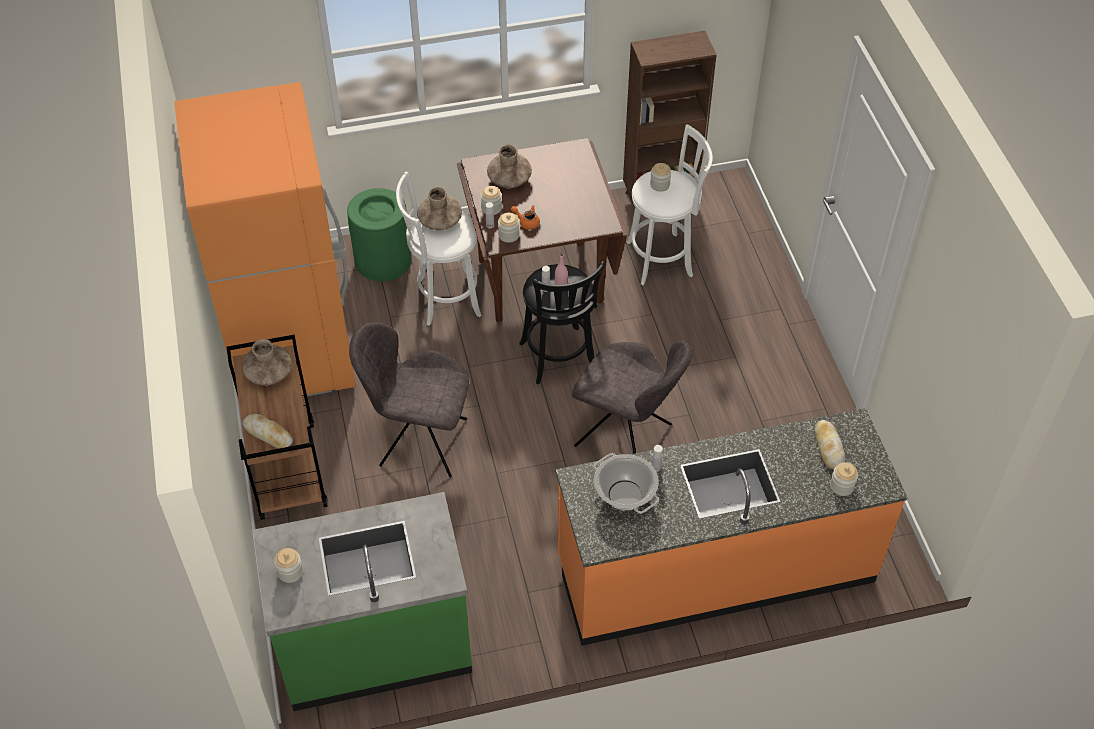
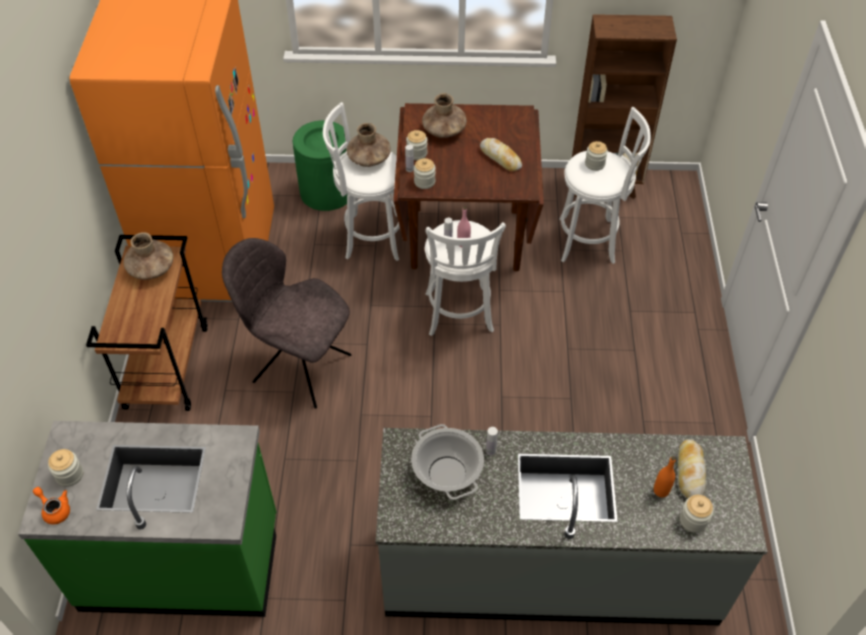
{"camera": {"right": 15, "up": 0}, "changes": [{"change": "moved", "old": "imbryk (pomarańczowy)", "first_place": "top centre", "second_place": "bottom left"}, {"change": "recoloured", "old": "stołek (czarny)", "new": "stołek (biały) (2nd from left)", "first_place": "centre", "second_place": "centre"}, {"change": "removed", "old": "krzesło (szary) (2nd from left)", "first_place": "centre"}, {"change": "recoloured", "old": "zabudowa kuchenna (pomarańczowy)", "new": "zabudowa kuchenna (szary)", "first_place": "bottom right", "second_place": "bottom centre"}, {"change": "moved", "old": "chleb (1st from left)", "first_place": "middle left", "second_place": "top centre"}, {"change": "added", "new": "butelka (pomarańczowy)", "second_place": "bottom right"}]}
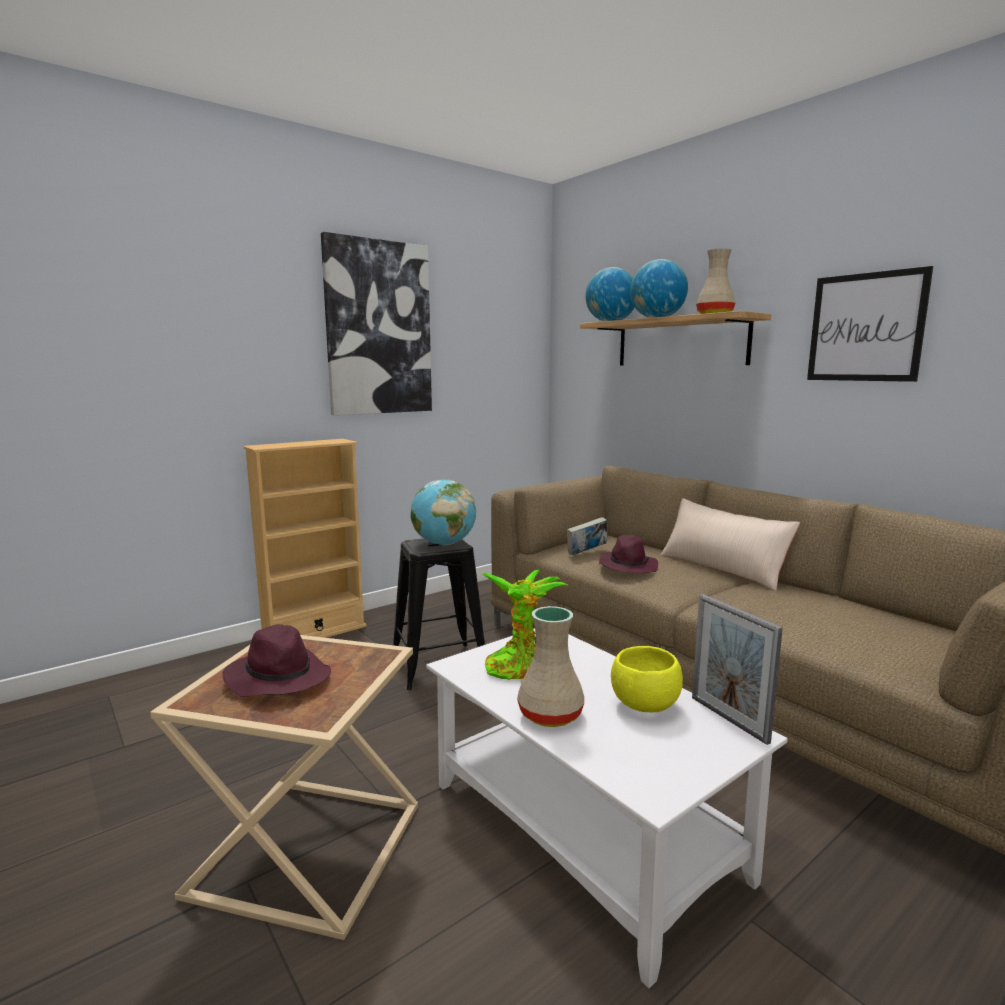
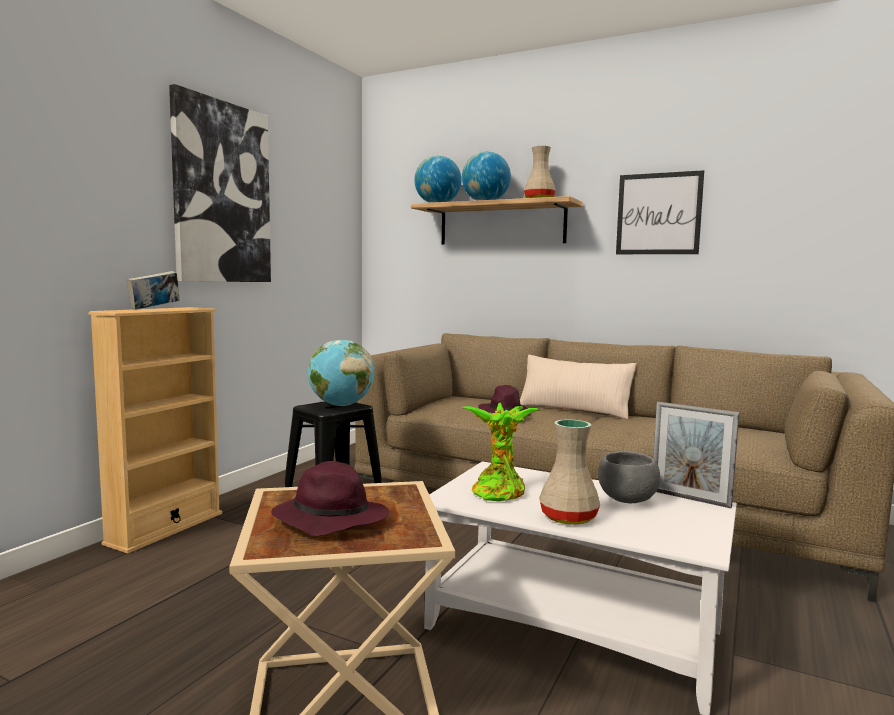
{"camera": {"right": -25, "up": -5}, "changes": [{"change": "moved", "old": "książka", "first_place": "centre", "second_place": "middle left"}, {"change": "recoloured", "old": "miska (żółty)", "new": "miska (szary)", "first_place": "bottom centre", "second_place": "bottom right"}]}
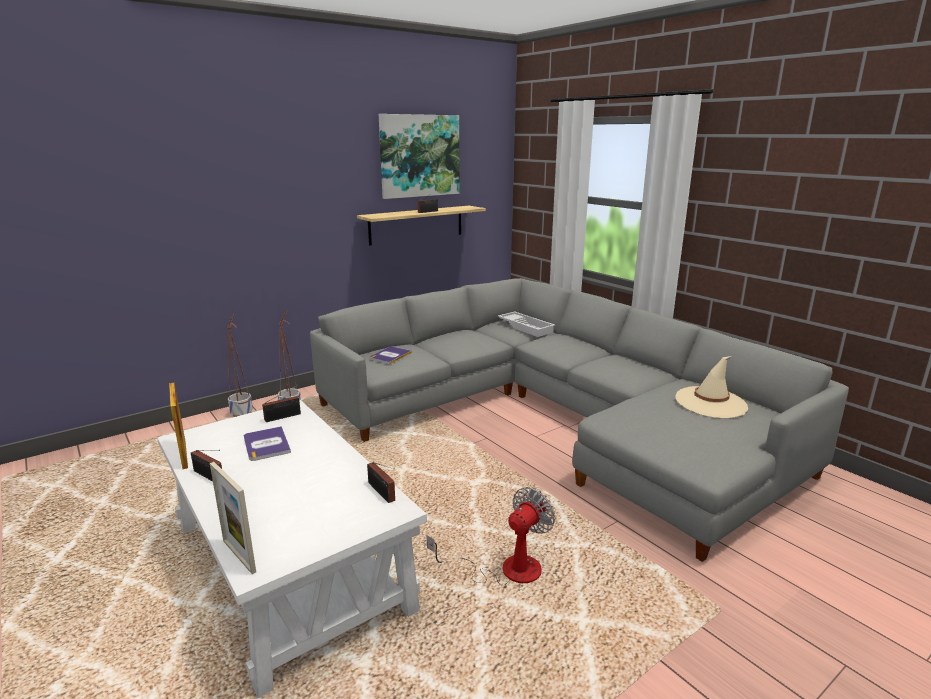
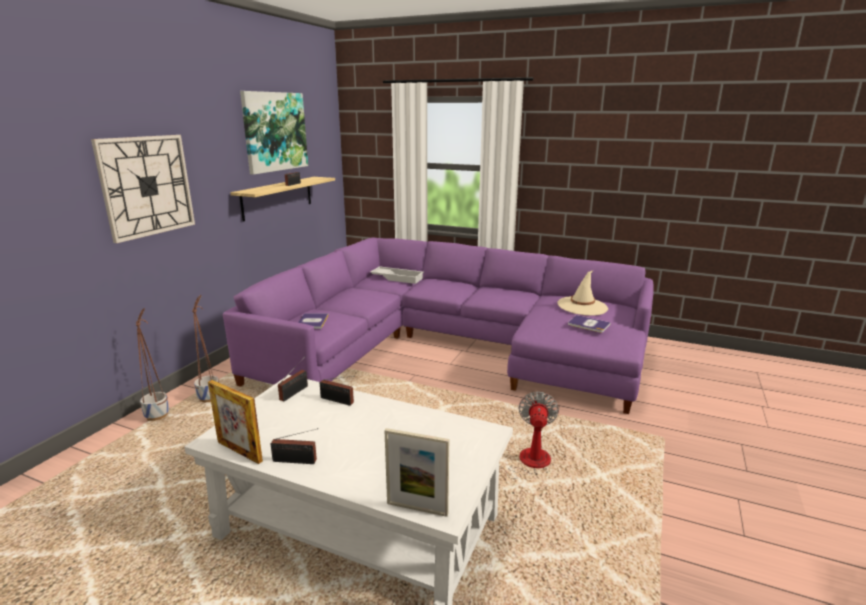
{"camera": {"right": -30, "up": 0}, "changes": [{"change": "recoloured", "old": "kanapa (szary)", "new": "kanapa (fioletowy)", "first_place": "centre", "second_place": "centre"}, {"change": "moved", "old": "książka (1st from left in the first image)", "new": "książka (2nd from left)", "first_place": "middle left", "second_place": "middle right"}, {"change": "moved", "old": "radio (3rd from left in the first image)", "new": "radio (4th from left)", "first_place": "bottom centre", "second_place": "centre"}, {"change": "added", "new": "zegar ścienny", "second_place": "top left"}]}
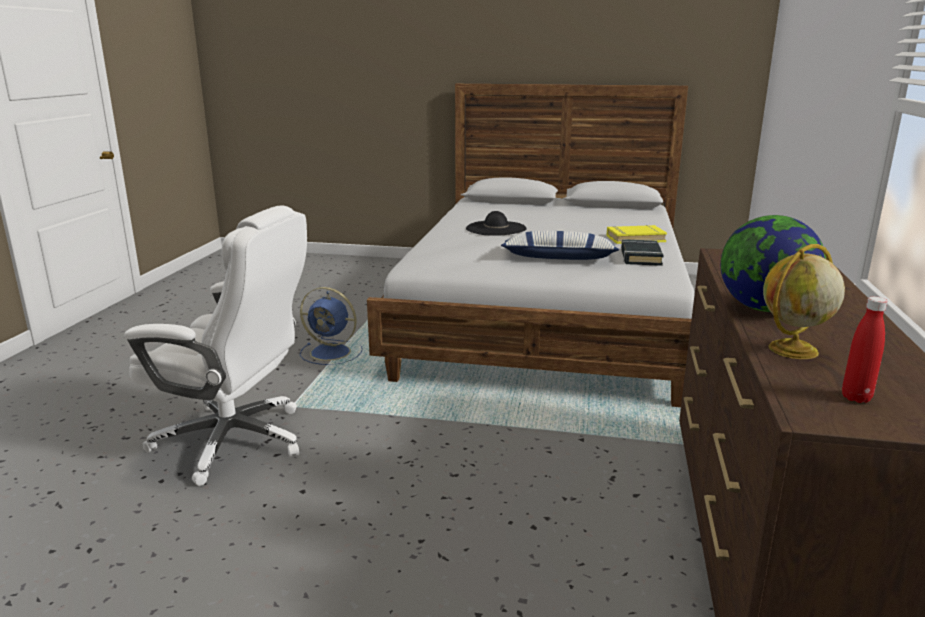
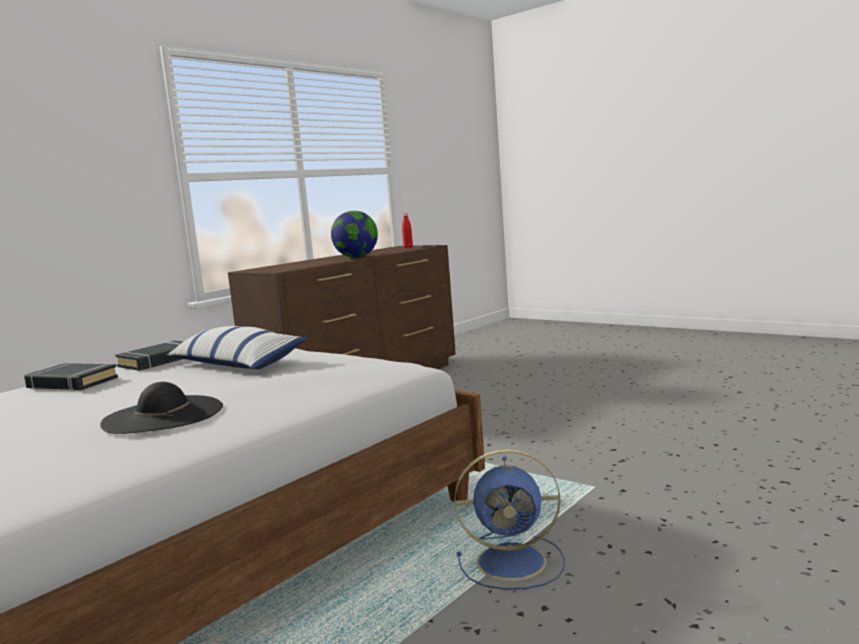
{"camera": {"right": -150, "up": -10}, "changes": [{"change": "removed", "old": "krzesło biurowe (biały)", "first_place": "middle left"}, {"change": "recoloured", "old": "książka (żółty)", "new": "książka (czarny) (1st from left)", "first_place": "middle right", "second_place": "middle left"}, {"change": "removed", "old": "globus (2nd from left)", "first_place": "middle right"}, {"change": "turned", "old": "wentylator (niebieski)", "first_place": "centre", "second_place": "bottom centre", "degrees": 135}]}
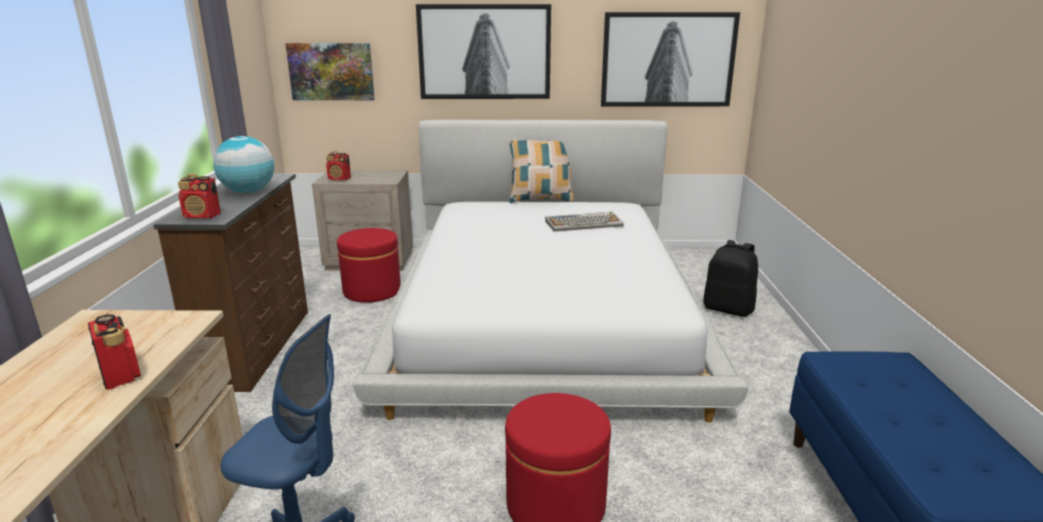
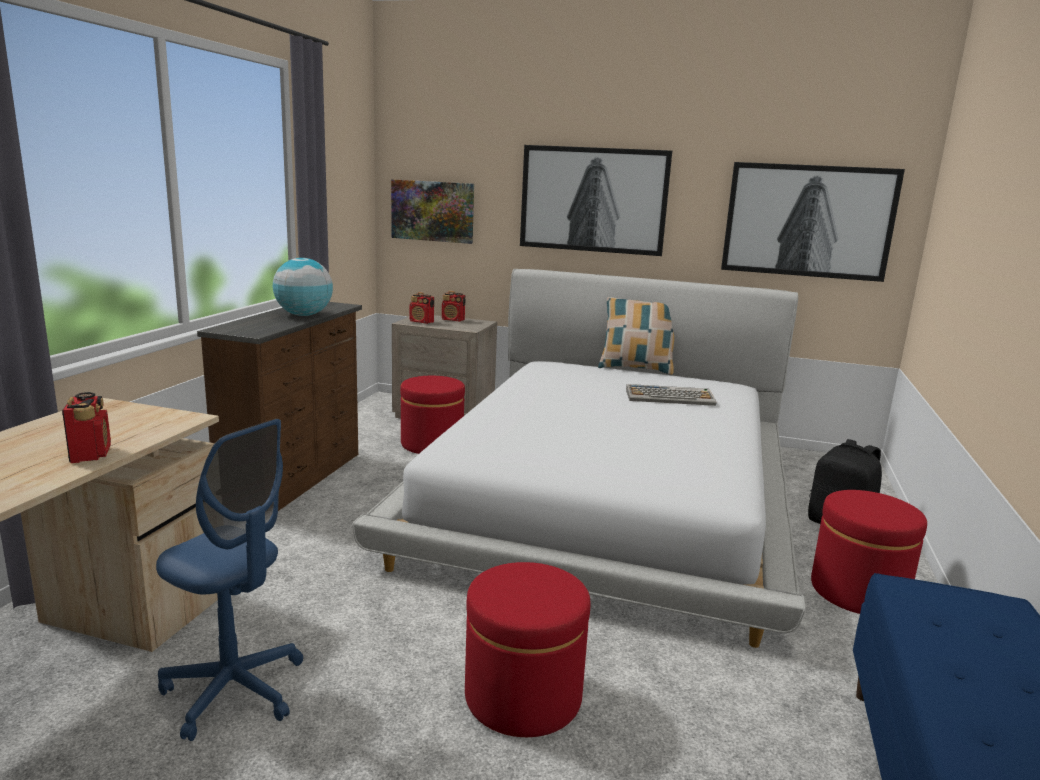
{"camera": {"right": 15, "up": -5}, "changes": [{"change": "moved", "old": "radio (2nd from left in the first image)", "new": "radio (3rd from left)", "first_place": "middle left", "second_place": "centre"}, {"change": "added", "new": "pufa (czerwony) (3rd from left)", "second_place": "bottom right"}]}
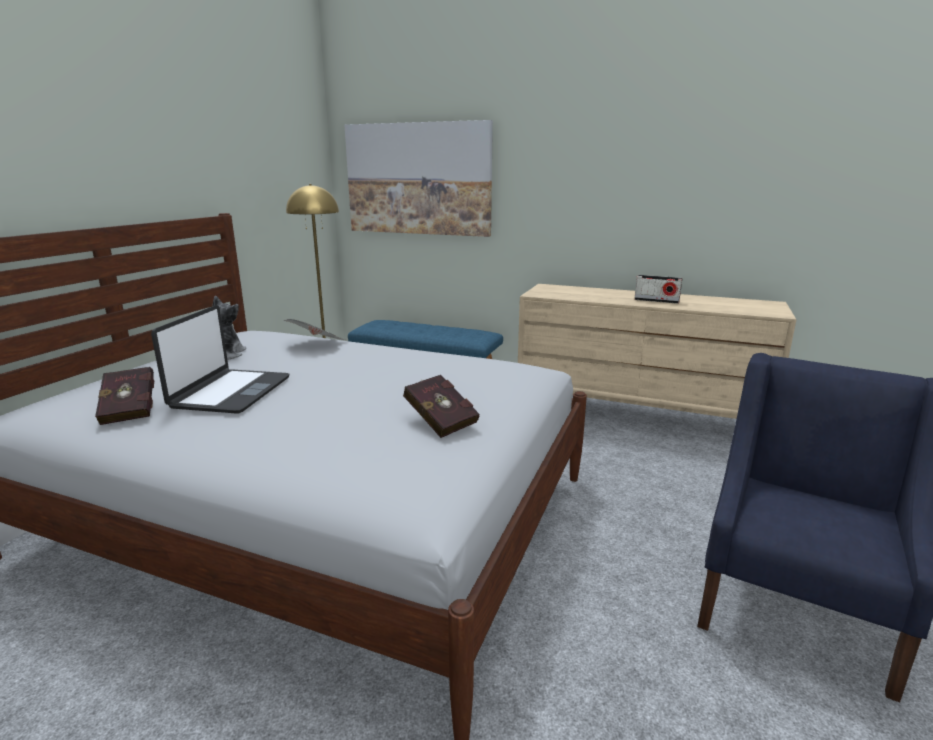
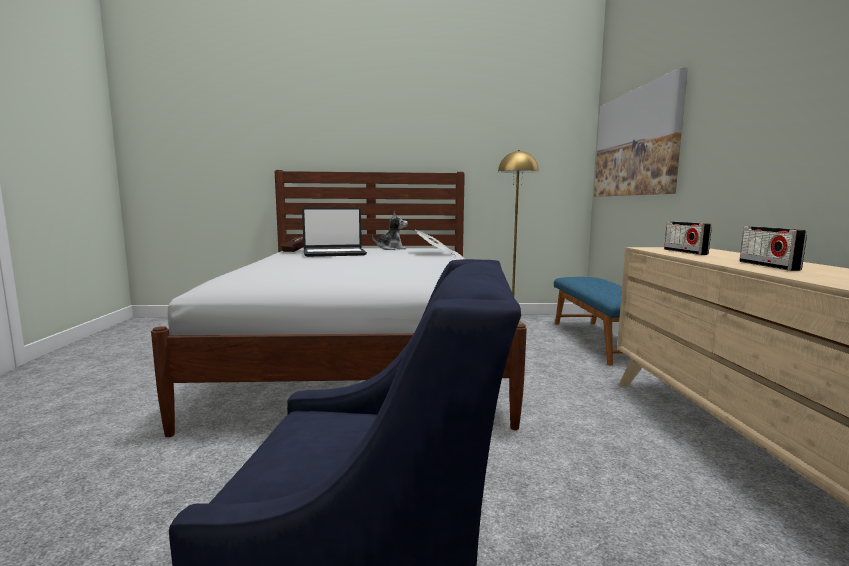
{"camera": {"right": 65, "up": -10}, "changes": [{"change": "removed", "old": "książka (czerwony) (2nd from left)", "first_place": "centre"}, {"change": "added", "new": "radio (1st from left)", "second_place": "middle right"}]}
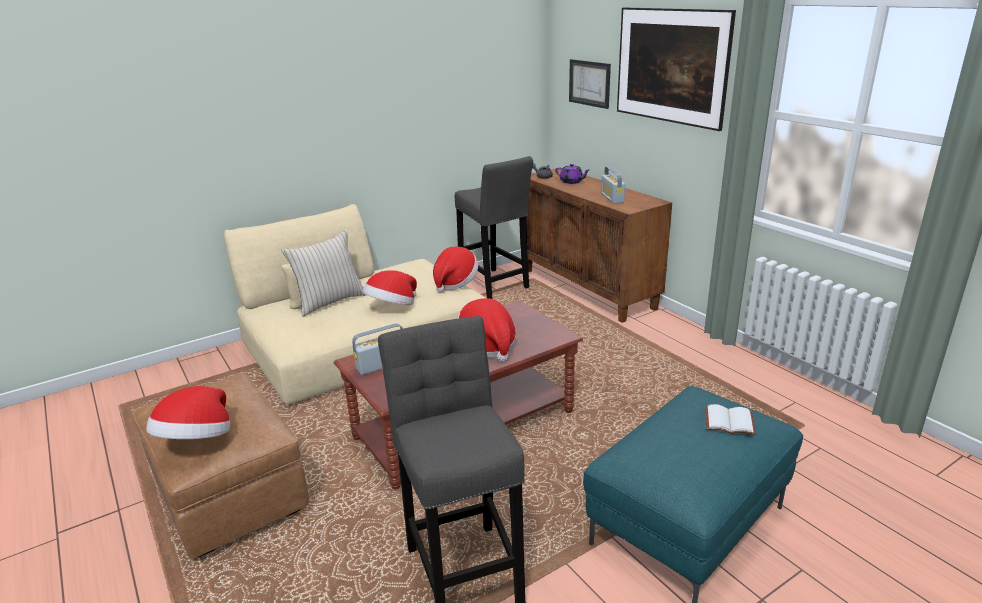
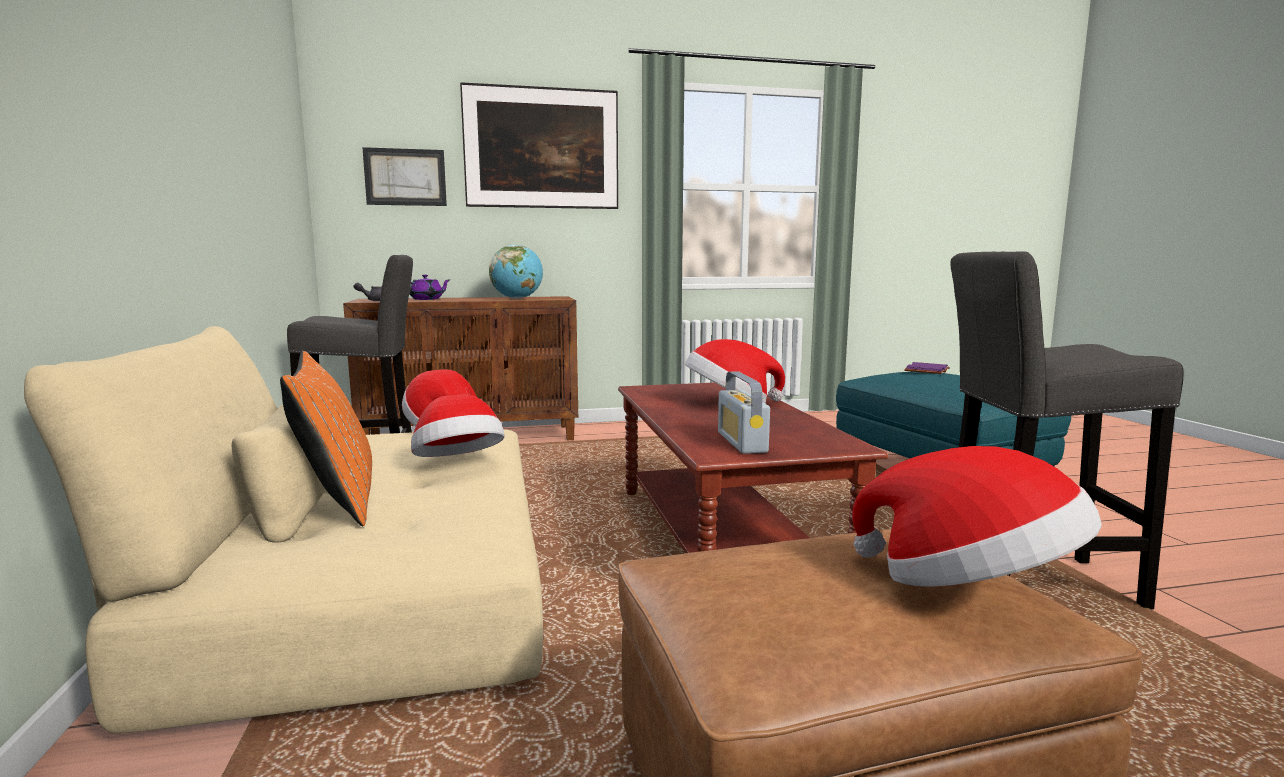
{"camera": {"right": -70, "up": -15}, "changes": [{"change": "replaced", "old": "radio (2nd from left)", "new": "globus", "first_place": "top centre", "second_place": "centre"}, {"change": "recoloured", "old": "poduszka (beżowy)", "new": "poduszka (pomarańczowy)", "first_place": "middle left", "second_place": "middle left"}, {"change": "recoloured", "old": "książka (biały)", "new": "książka (fioletowy)", "first_place": "bottom right", "second_place": "middle right"}]}
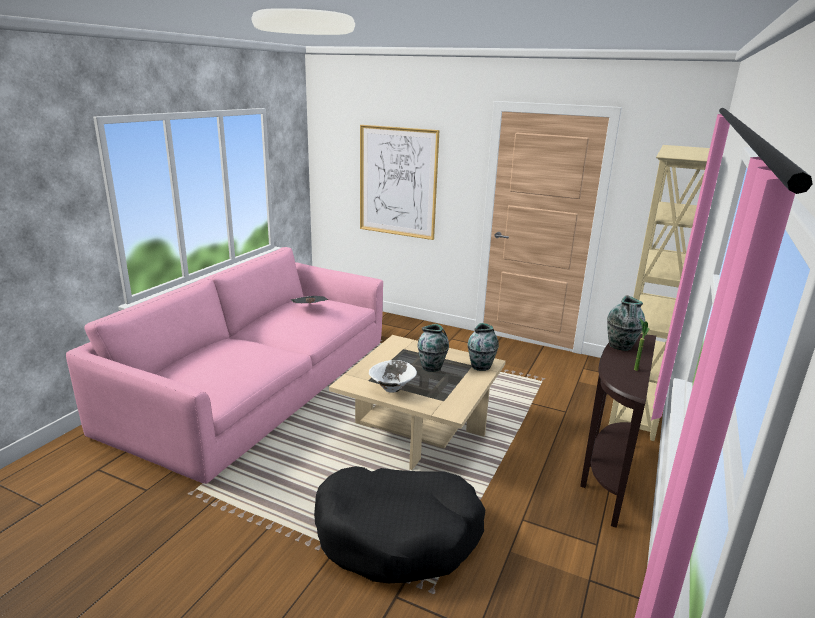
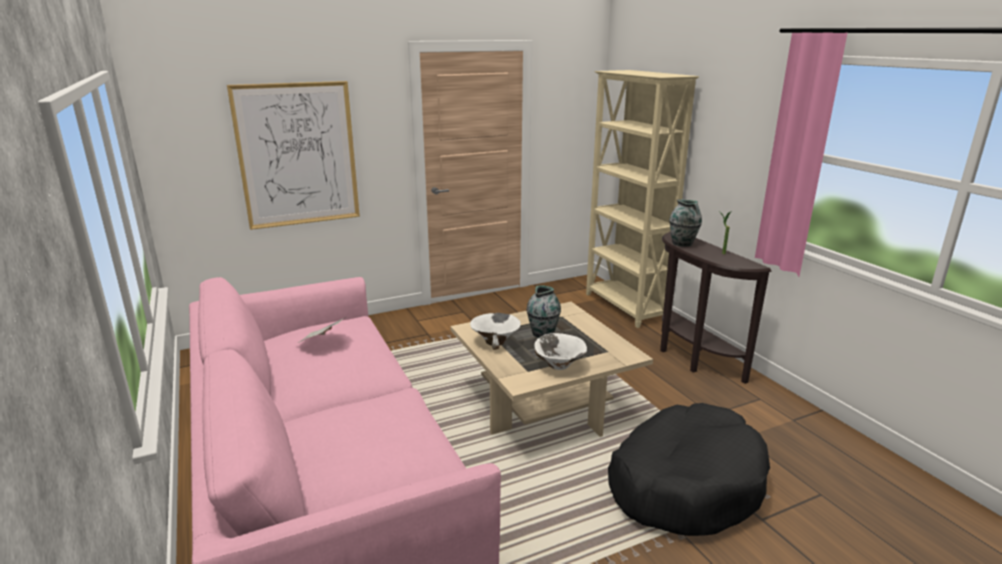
{"camera": {"right": -50, "up": 0}, "changes": [{"change": "removed", "old": "wazon (2nd from left)", "first_place": "centre"}, {"change": "added", "new": "miska (biały) (1st from left)", "second_place": "centre"}]}
